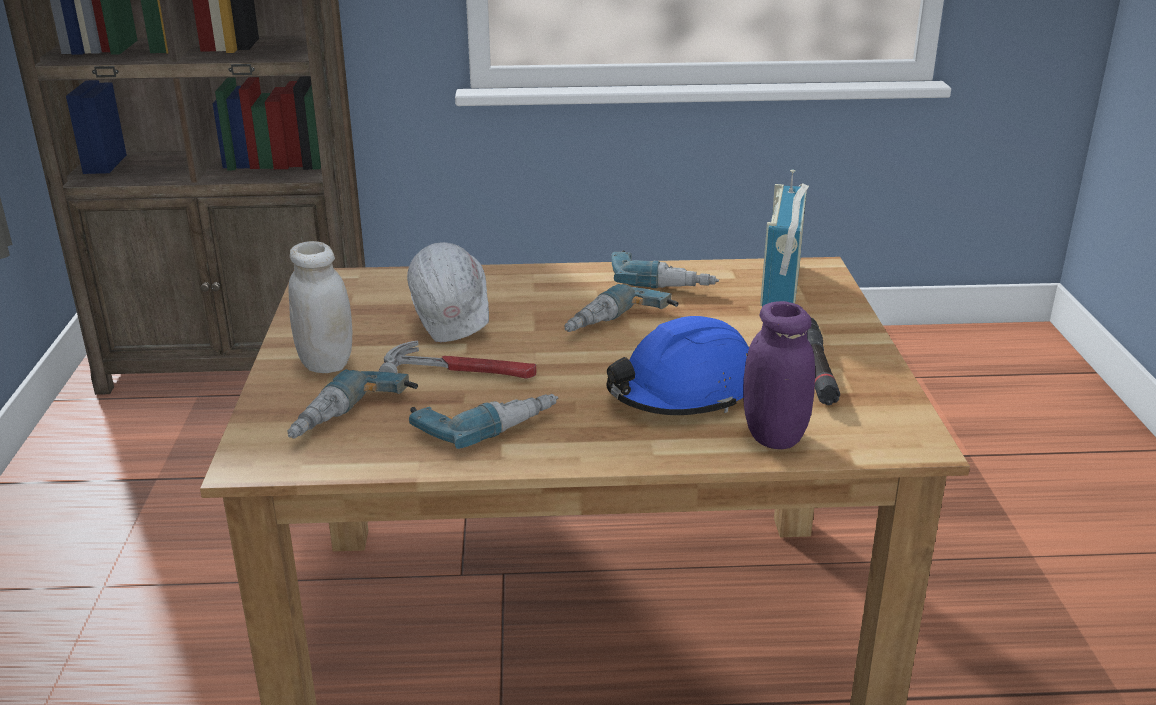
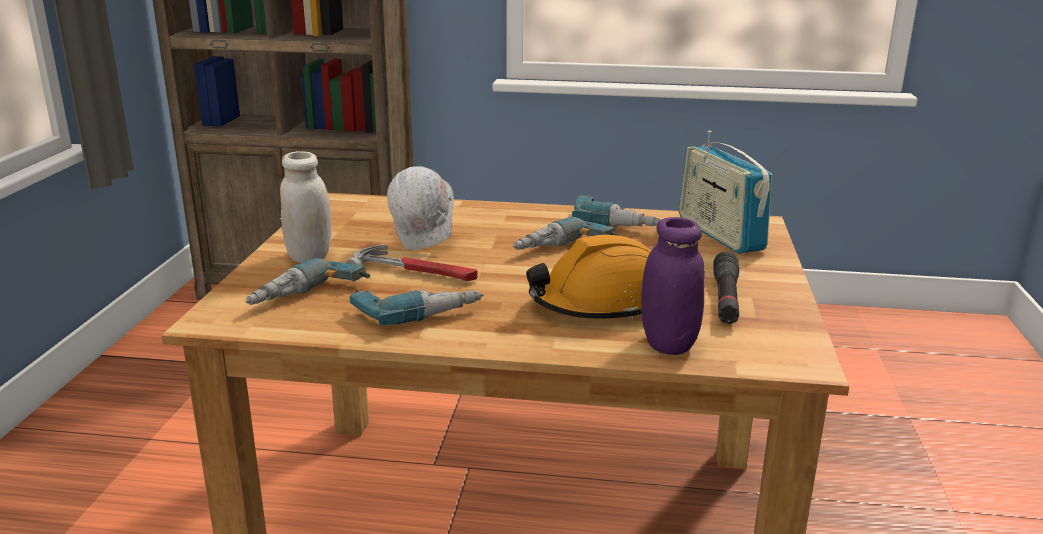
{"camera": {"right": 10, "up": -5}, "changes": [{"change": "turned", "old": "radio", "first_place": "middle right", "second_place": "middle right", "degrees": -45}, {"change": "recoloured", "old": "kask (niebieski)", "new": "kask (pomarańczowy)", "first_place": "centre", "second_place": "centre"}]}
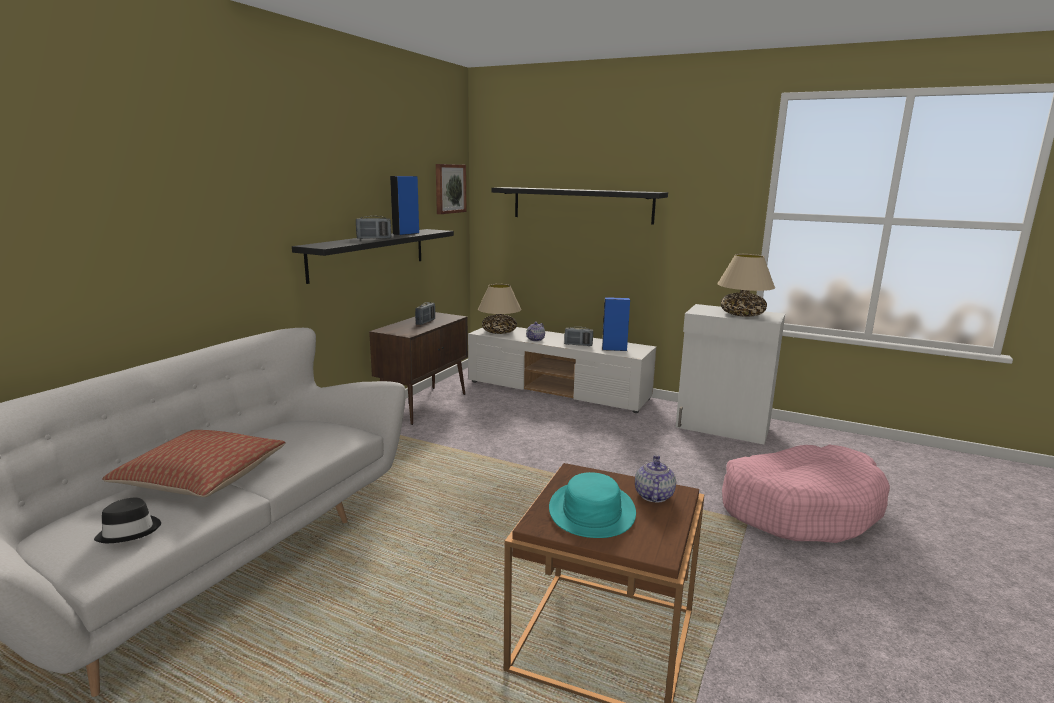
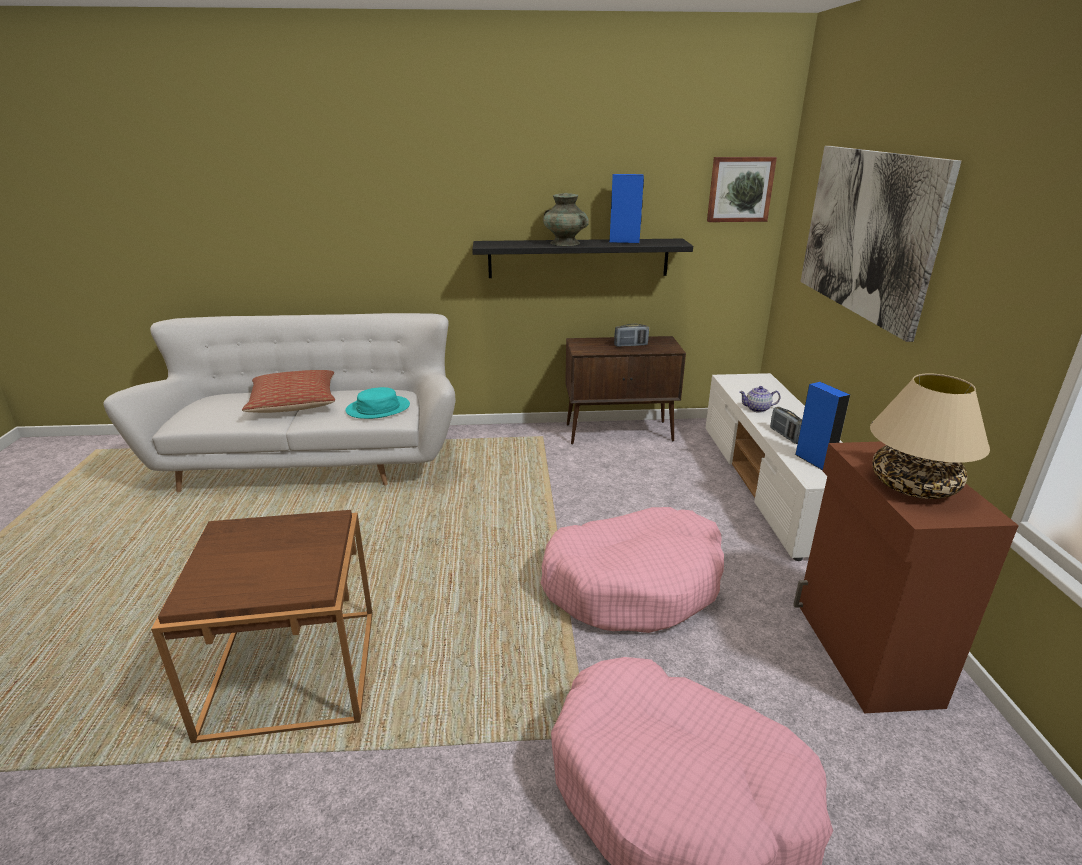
{"camera": {"right": 60, "up": 10}, "changes": [{"change": "replaced", "old": "półka (czarny) (2nd from left)", "new": "obraz (2nd from left)", "first_place": "top centre", "second_place": "top right"}, {"change": "replaced", "old": "radio (1st from left)", "new": "wazon (turkusowy)", "first_place": "top centre", "second_place": "top centre"}, {"change": "removed", "old": "lampa stołowa (beżowy) (1st from left)", "first_place": "centre"}, {"change": "recoloured", "old": "szafka (biały)", "new": "szafka (brązowy) (2nd from left)", "first_place": "middle right", "second_place": "bottom right"}, {"change": "removed", "old": "imbryk (2nd from left)", "first_place": "bottom centre"}, {"change": "moved", "old": "kapelusz (turkusowy)", "first_place": "bottom centre", "second_place": "centre"}, {"change": "removed", "old": "kapelusz (czarny)", "first_place": "bottom left"}, {"change": "added", "new": "legowisko (różowy) (1st from left)", "second_place": "centre"}]}
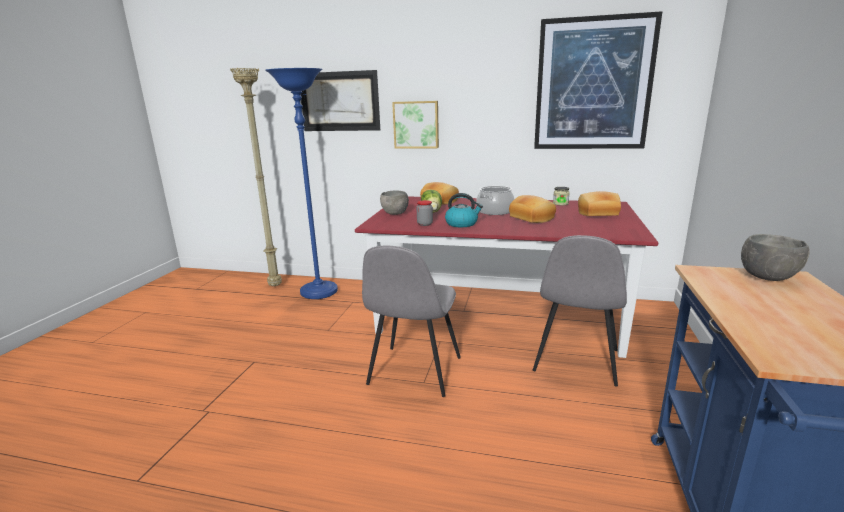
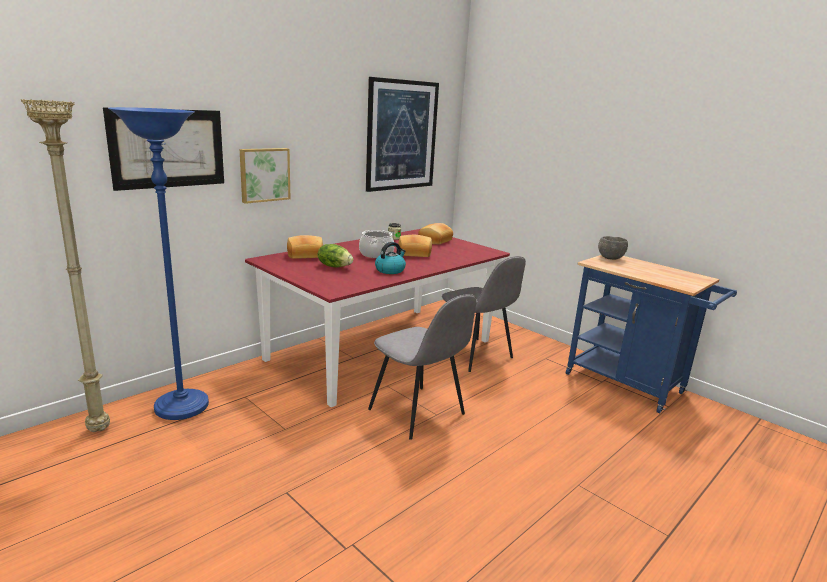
{"camera": {"right": -60, "up": 0}, "changes": [{"change": "removed", "old": "miska (szary) (1st from left)", "first_place": "centre"}, {"change": "removed", "old": "słoik (1st from left)", "first_place": "centre"}]}
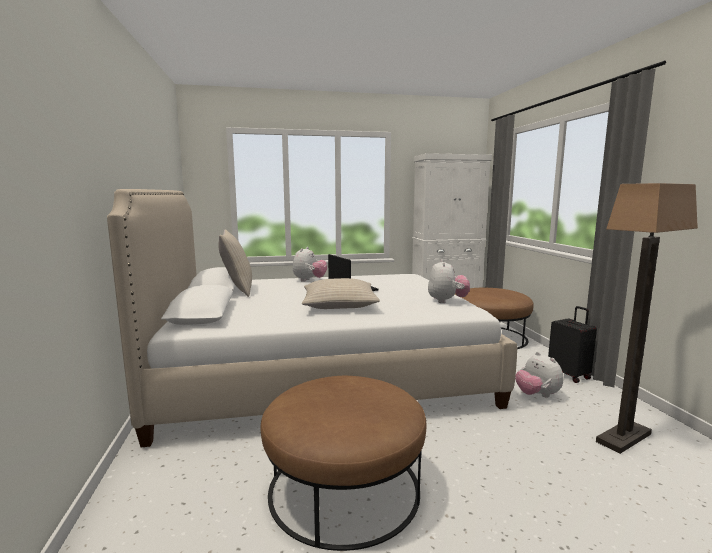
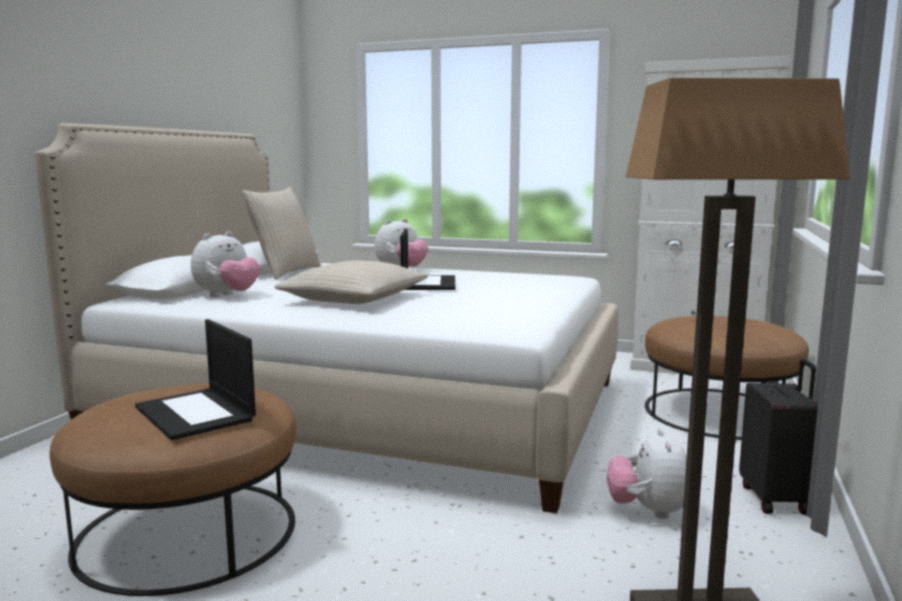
{"camera": {"right": 30, "up": 0}, "changes": [{"change": "moved", "old": "pluszak (2nd from left in the first image)", "new": "pluszak (1st from left)", "first_place": "centre", "second_place": "middle left"}, {"change": "added", "new": "laptop (1st from left)", "second_place": "middle left"}]}
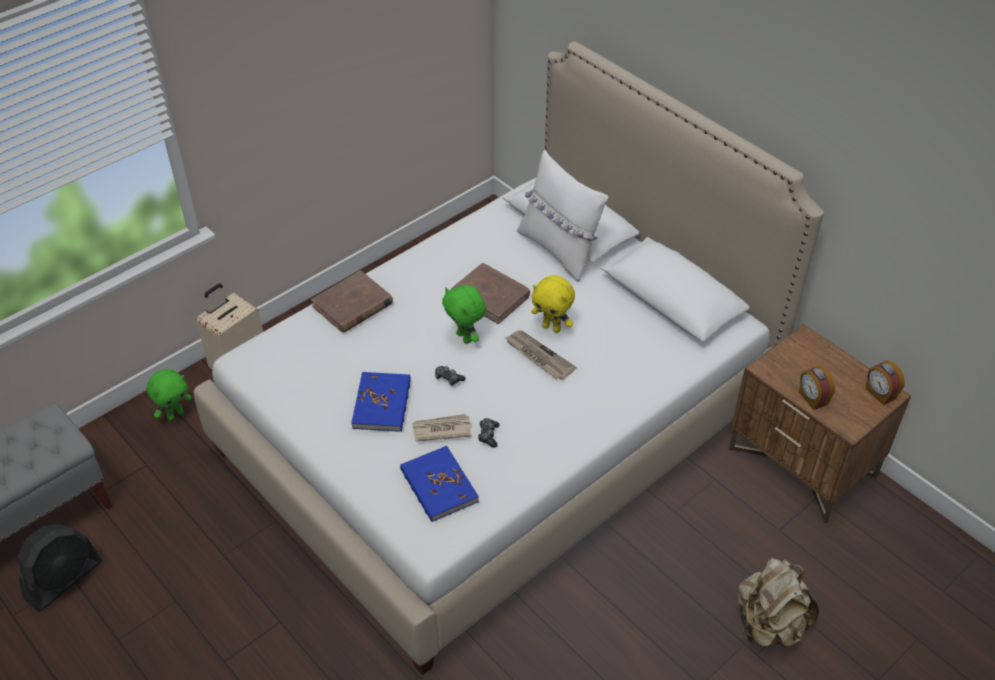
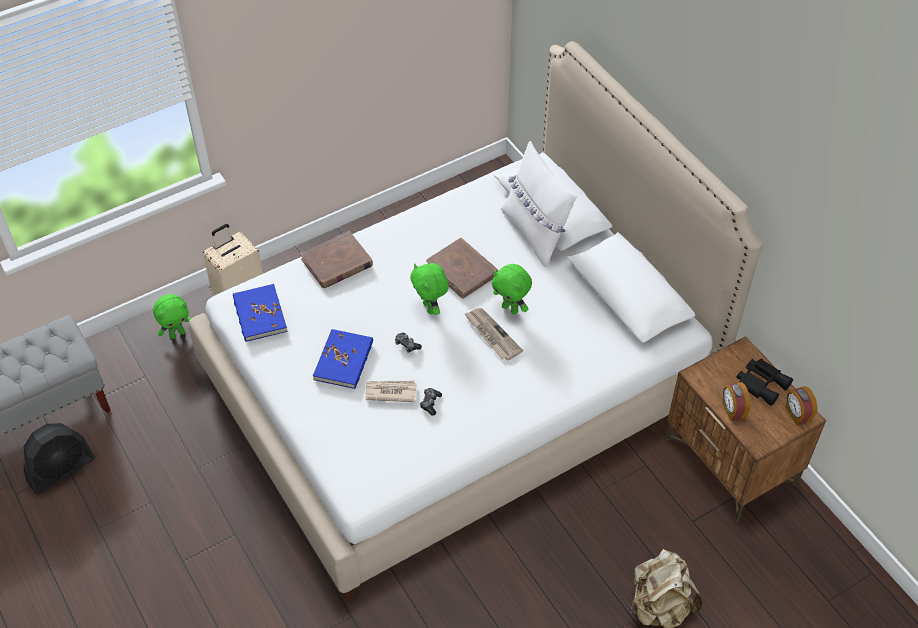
{"camera": {"right": 10, "up": 5}, "changes": [{"change": "recoloured", "old": "pluszak (żółty)", "new": "pluszak (zielony) (3rd from left)", "first_place": "centre", "second_place": "centre"}, {"change": "moved", "old": "książka (niebieski) (2nd from left in the first image)", "new": "książka (niebieski) (1st from left)", "first_place": "bottom centre", "second_place": "middle left"}, {"change": "added", "new": "lornetka (czarny)", "second_place": "middle right"}]}
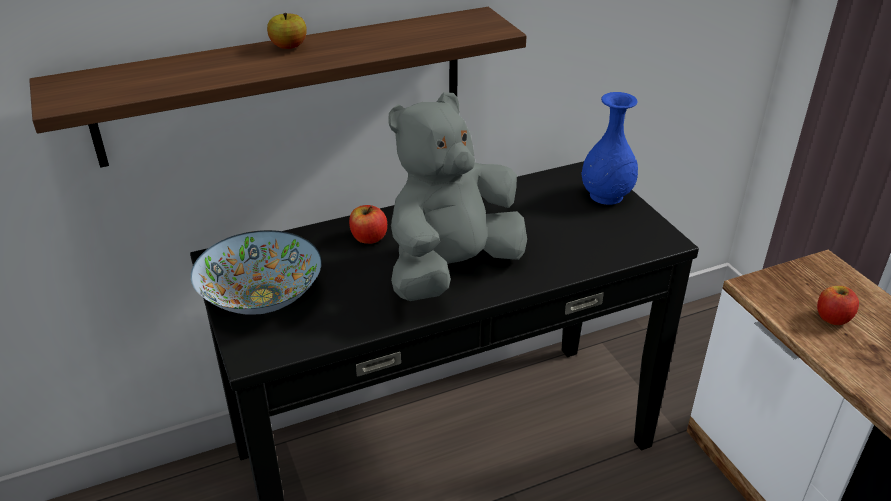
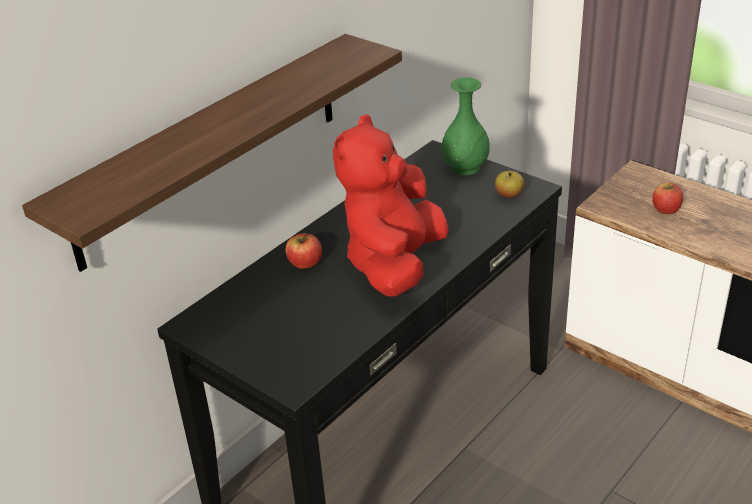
{"camera": {"right": -25, "up": 0}, "changes": [{"change": "moved", "old": "jabłko (1st from left in the first image)", "new": "jabłko (2nd from left)", "first_place": "top left", "second_place": "middle right"}, {"change": "recoloured", "old": "pluszak (szary)", "new": "pluszak (czerwony)", "first_place": "centre", "second_place": "centre"}, {"change": "recoloured", "old": "wazon (niebieski)", "new": "wazon (zielony)", "first_place": "top right", "second_place": "top centre"}, {"change": "removed", "old": "miska", "first_place": "middle left"}]}
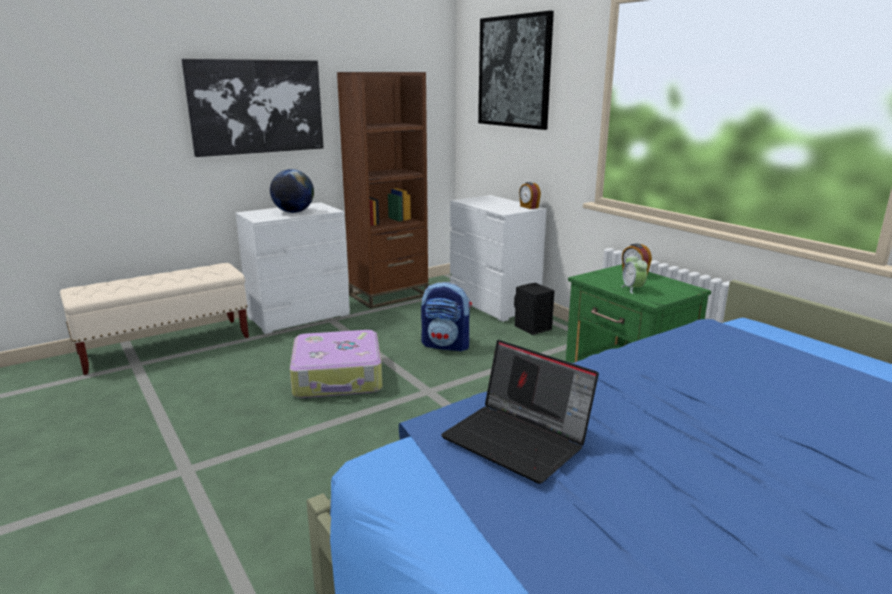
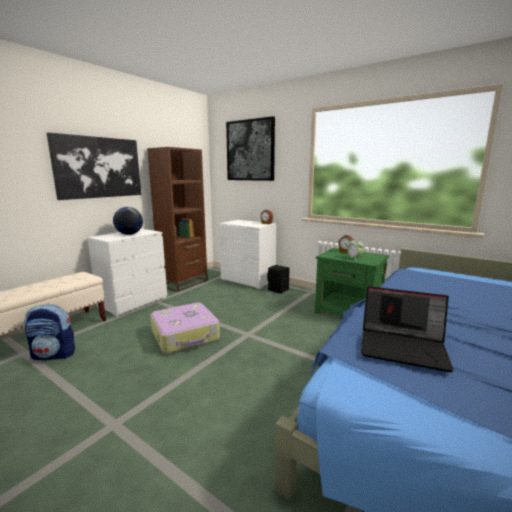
{"camera": {"right": -20, "up": -5}, "changes": [{"change": "moved", "old": "plecak", "first_place": "centre", "second_place": "middle left"}]}
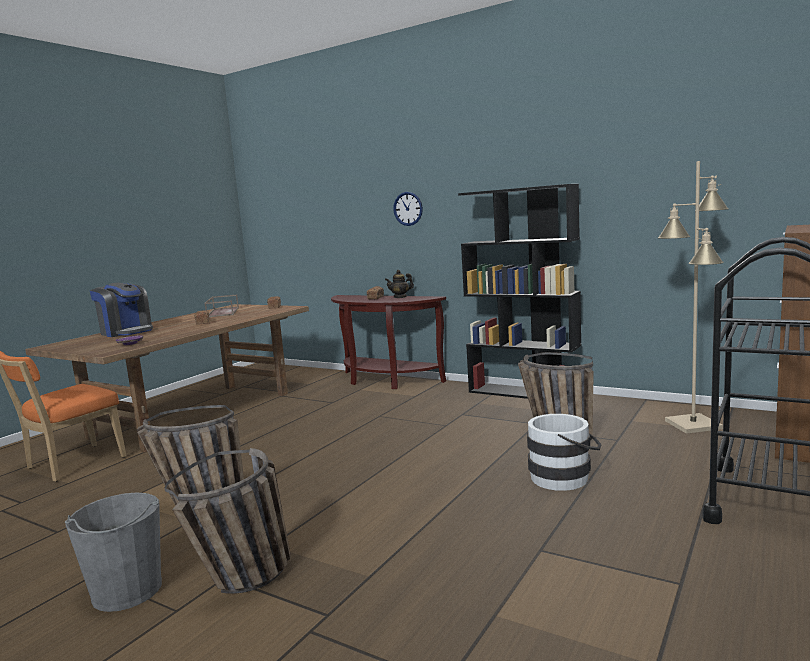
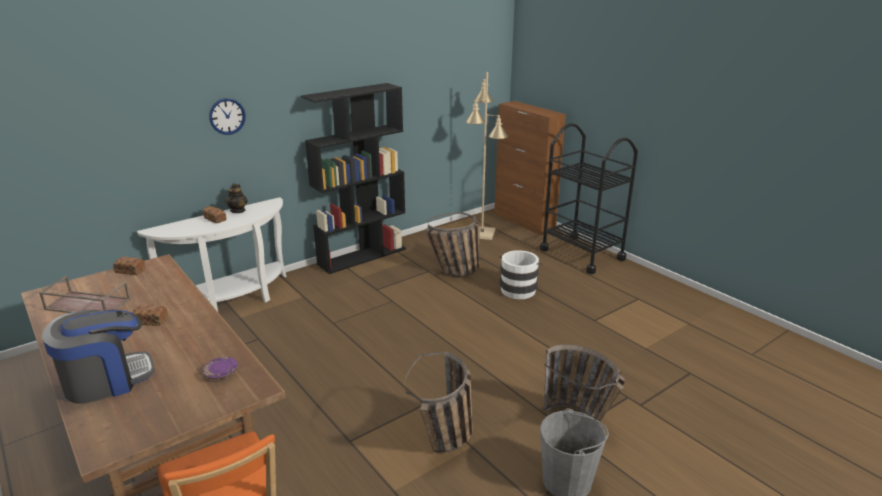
{"camera": {"right": -70, "up": 15}, "changes": [{"change": "recoloured", "old": "stolik konsolowy (brązowy)", "new": "stolik konsolowy (biały)", "first_place": "centre", "second_place": "middle left"}]}
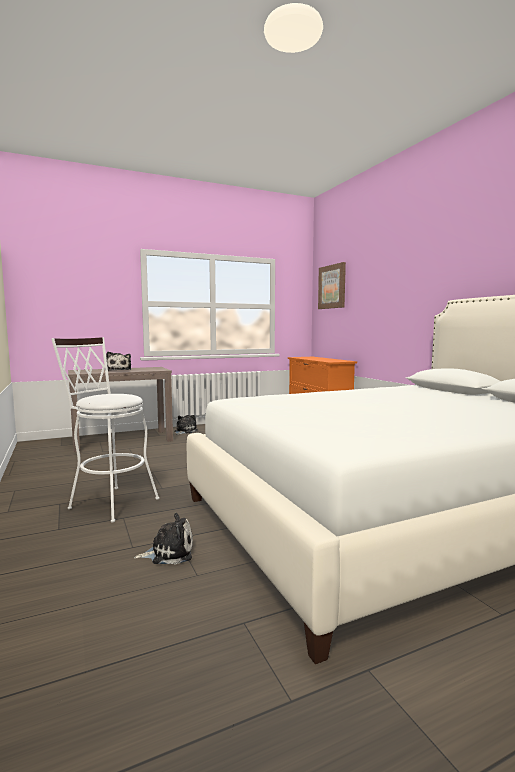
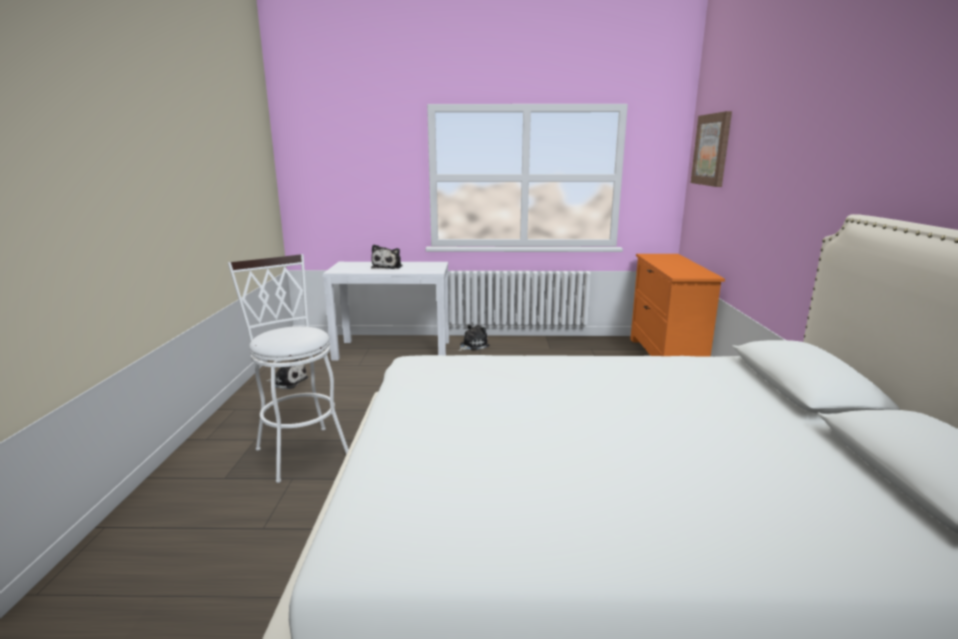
{"camera": {"right": 25, "up": 10}, "changes": [{"change": "recoloured", "old": "stolik konsolowy (brązowy)", "new": "stolik konsolowy (biały)", "first_place": "middle left", "second_place": "centre"}, {"change": "moved", "old": "pluszak (2nd from left in the first image)", "new": "pluszak (1st from left)", "first_place": "bottom left", "second_place": "middle left"}]}
